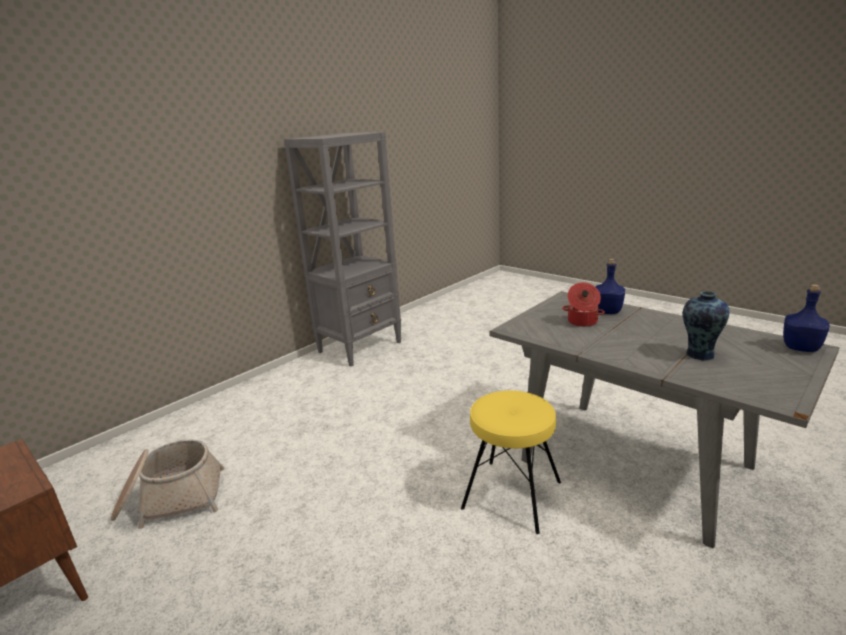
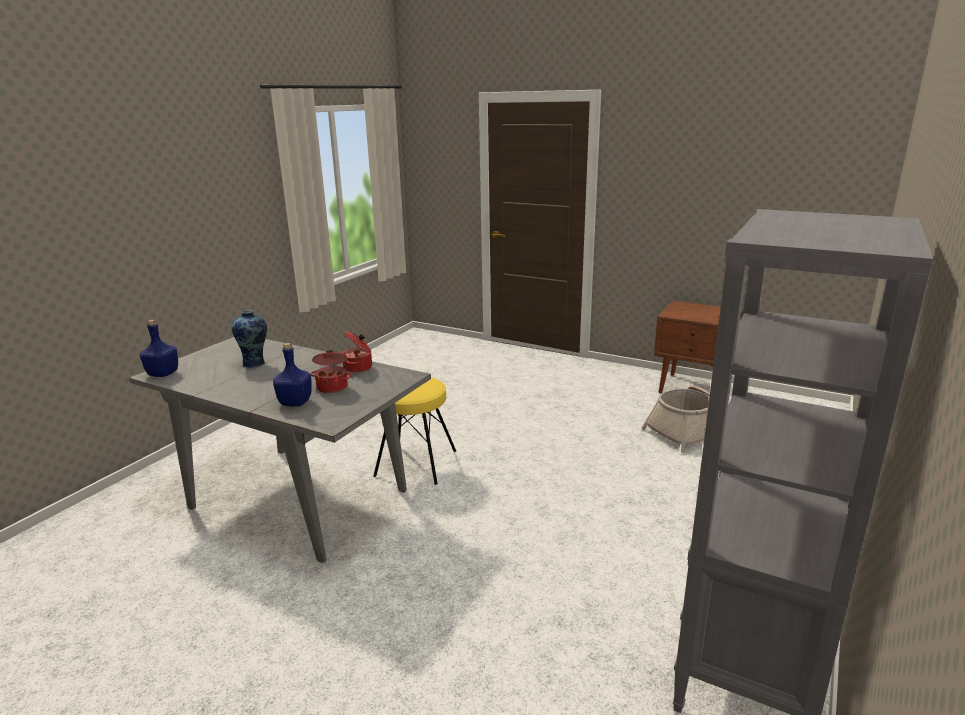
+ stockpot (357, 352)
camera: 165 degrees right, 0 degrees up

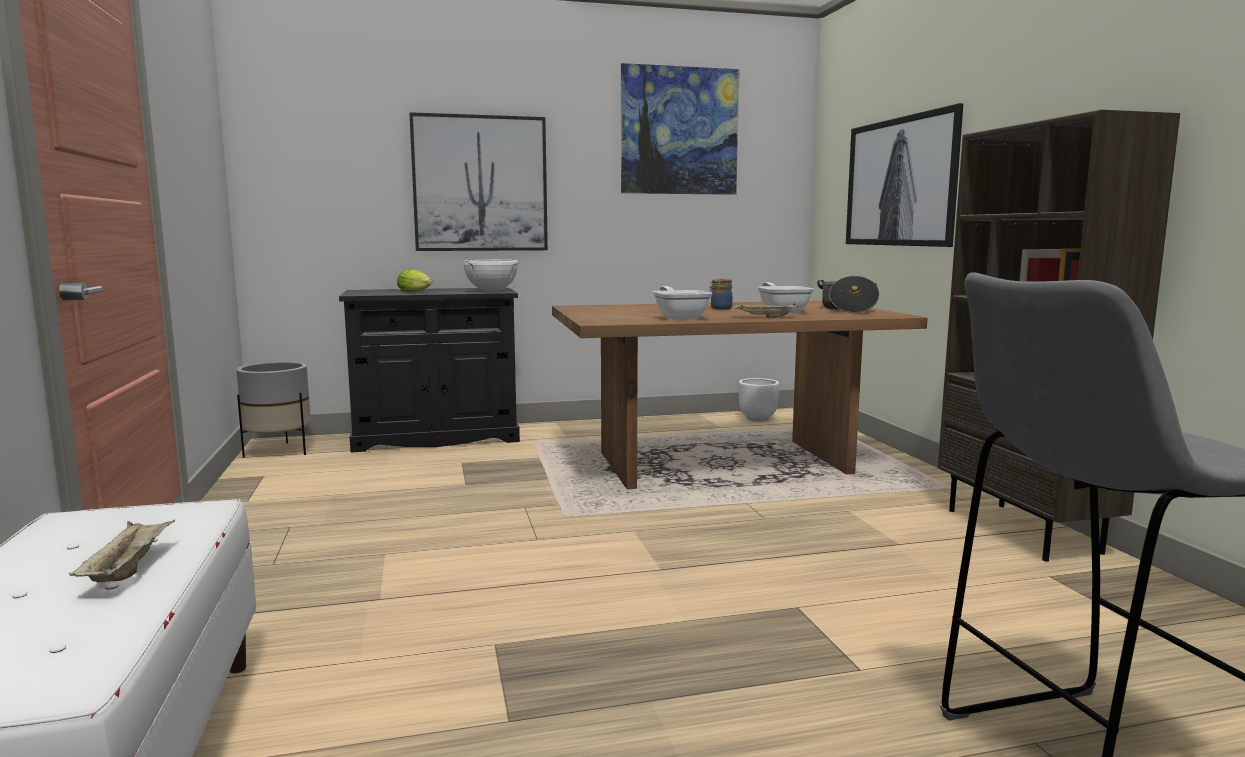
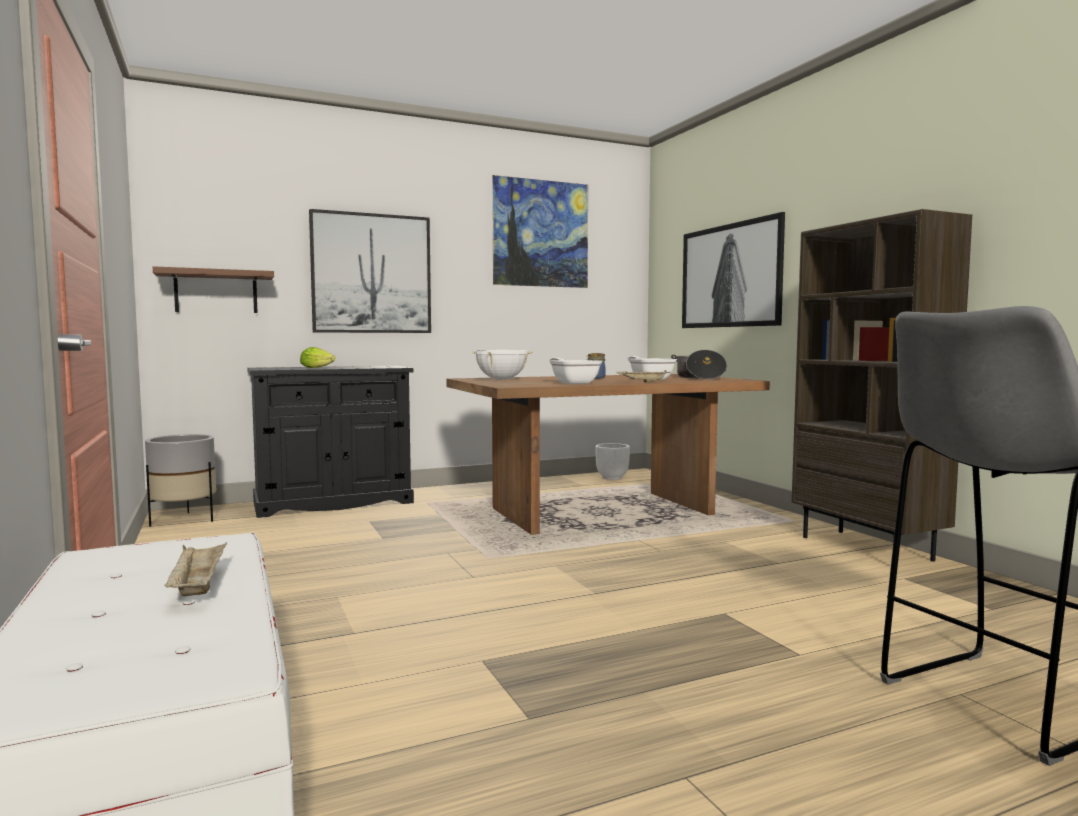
+ brown-coloured wall shelf (213, 289)
~ white stockpot (491, 276) to (502, 365)
camera: 10 degrees left, 5 degrees down

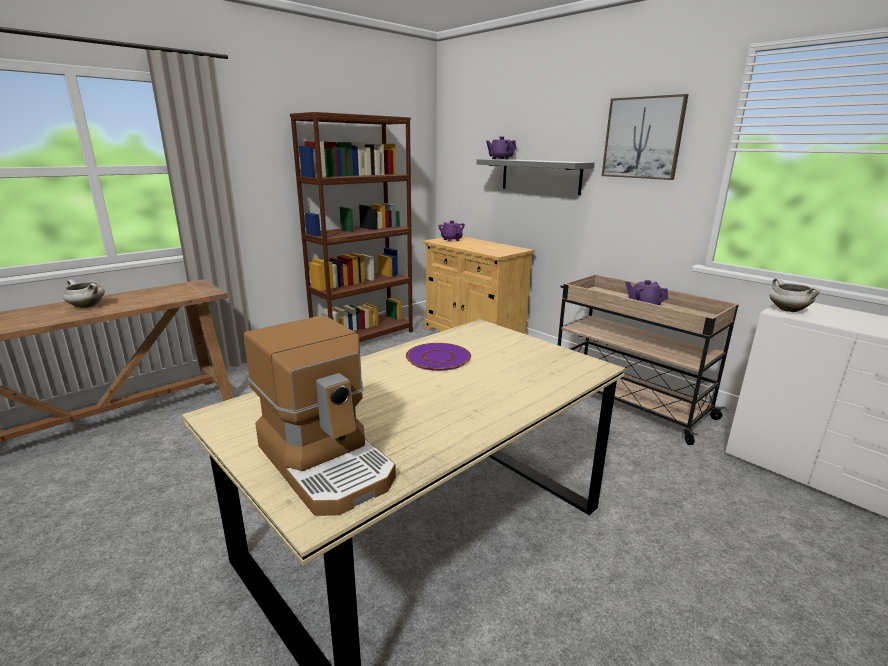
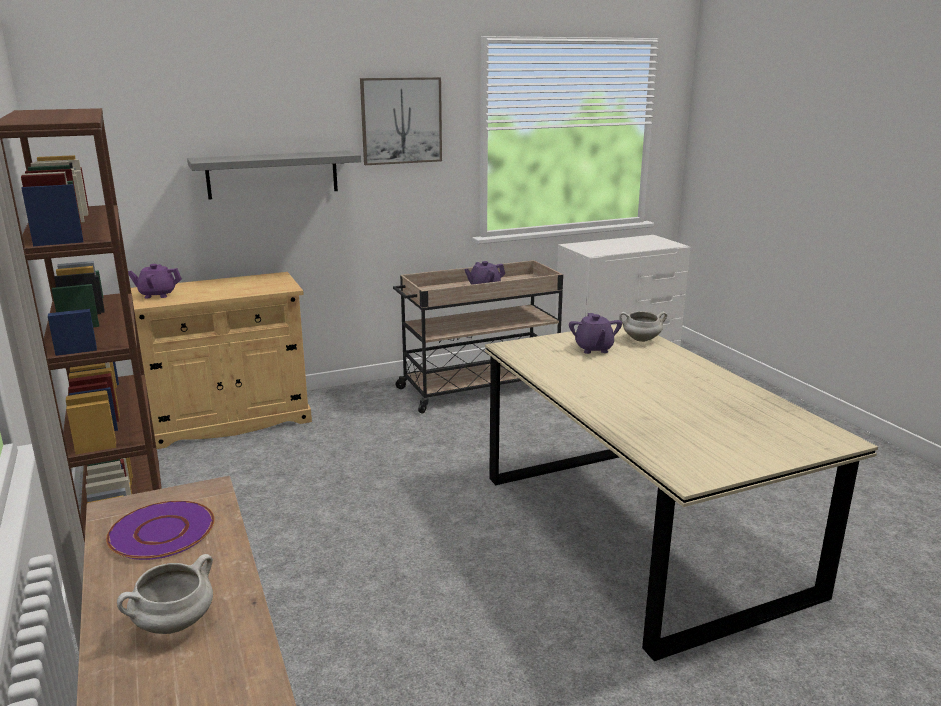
~ purple plate (438, 357) to (160, 530)
~ purple teapot (501, 148) to (595, 333)
~ white stockpot (794, 295) to (643, 326)
- coffee brewer (320, 415)
camera: 70 degrees left, 0 degrees up

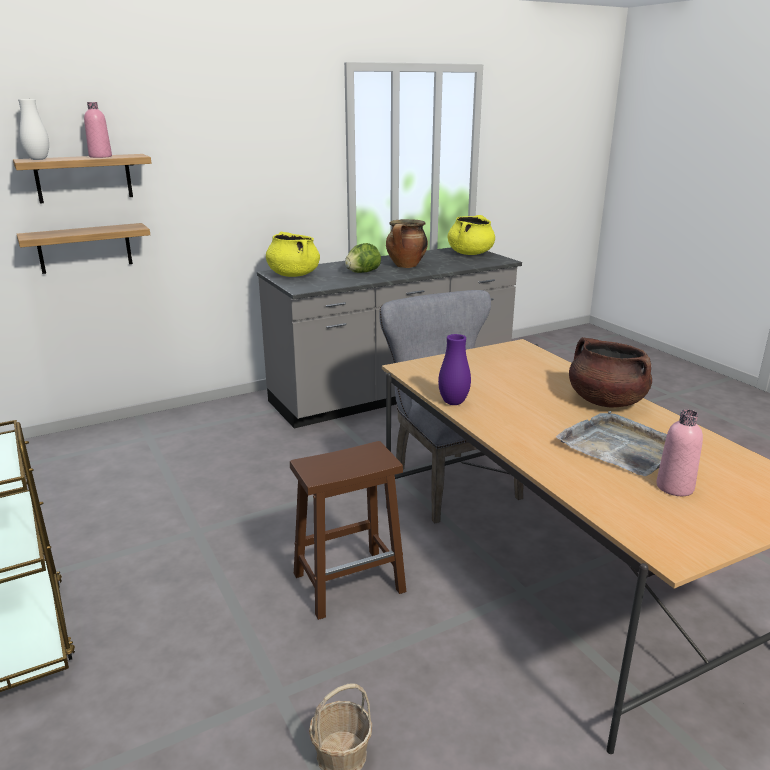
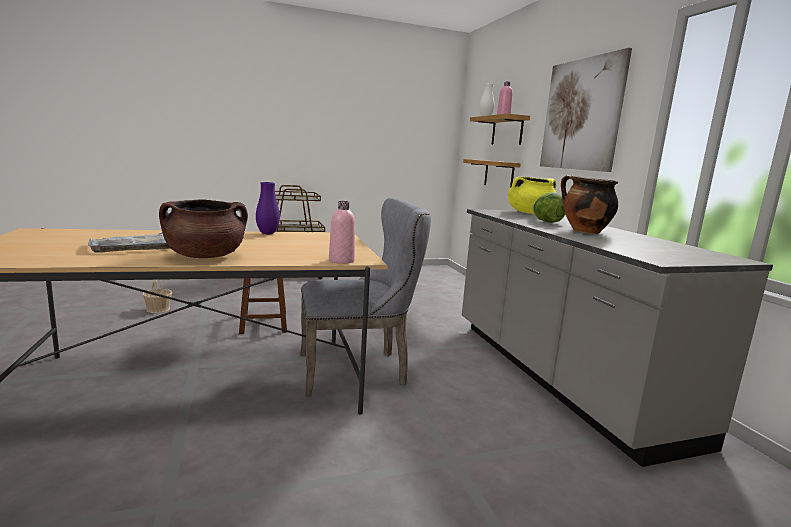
~ pink-coloured drink bottle (679, 452) to (342, 232)
+ picture (586, 110)
- yellowish stockpot (471, 235)
camera: 100 degrees right, 10 degrees down

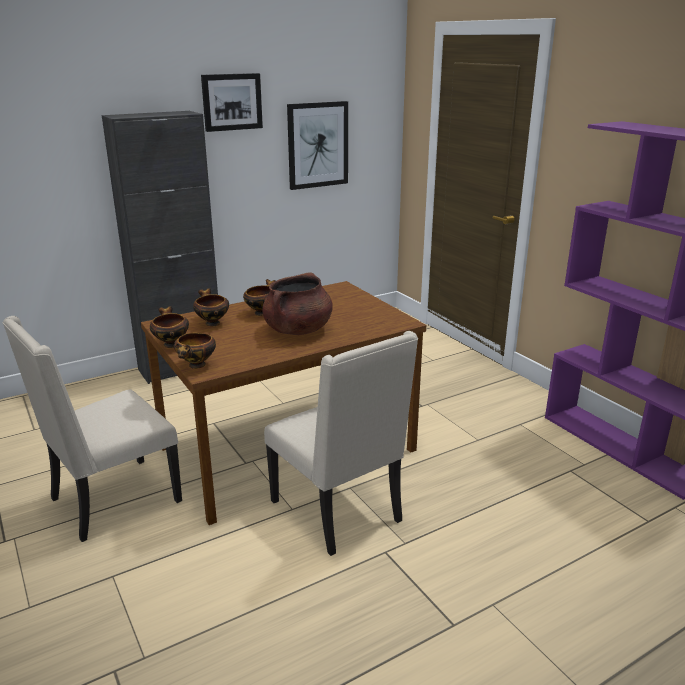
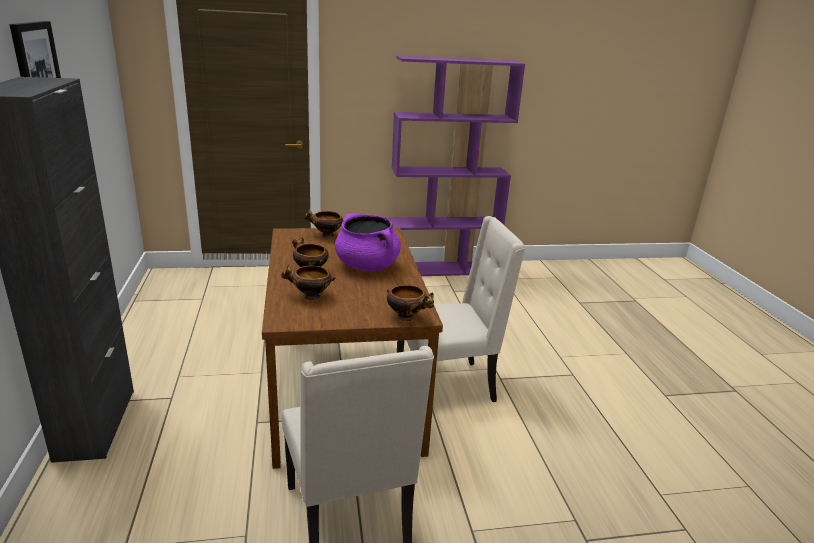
~ deep dish (169, 327) to (323, 223)
~ brown-coloured stockpot (297, 303) to purple stockpot (368, 243)
- picture (317, 145)
camera: 70 degrees left, 0 degrees up

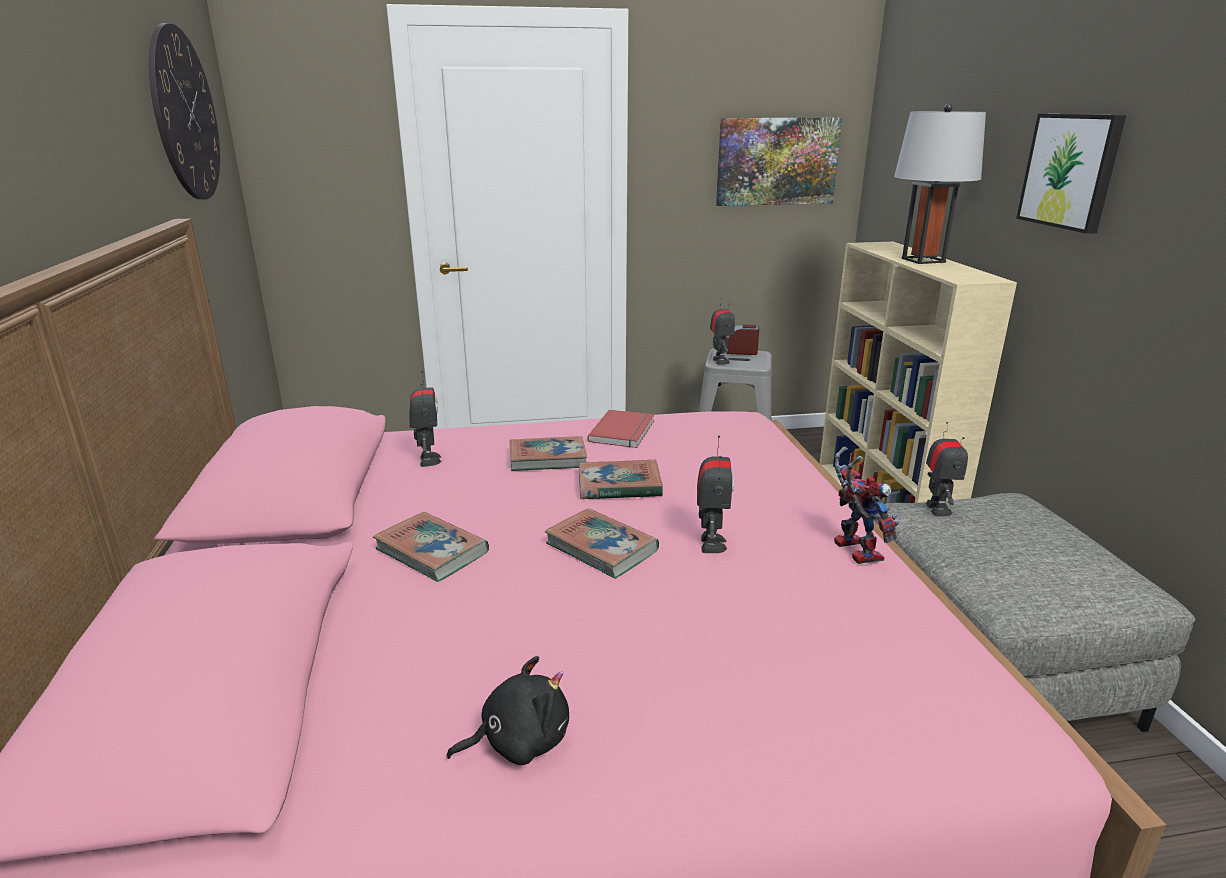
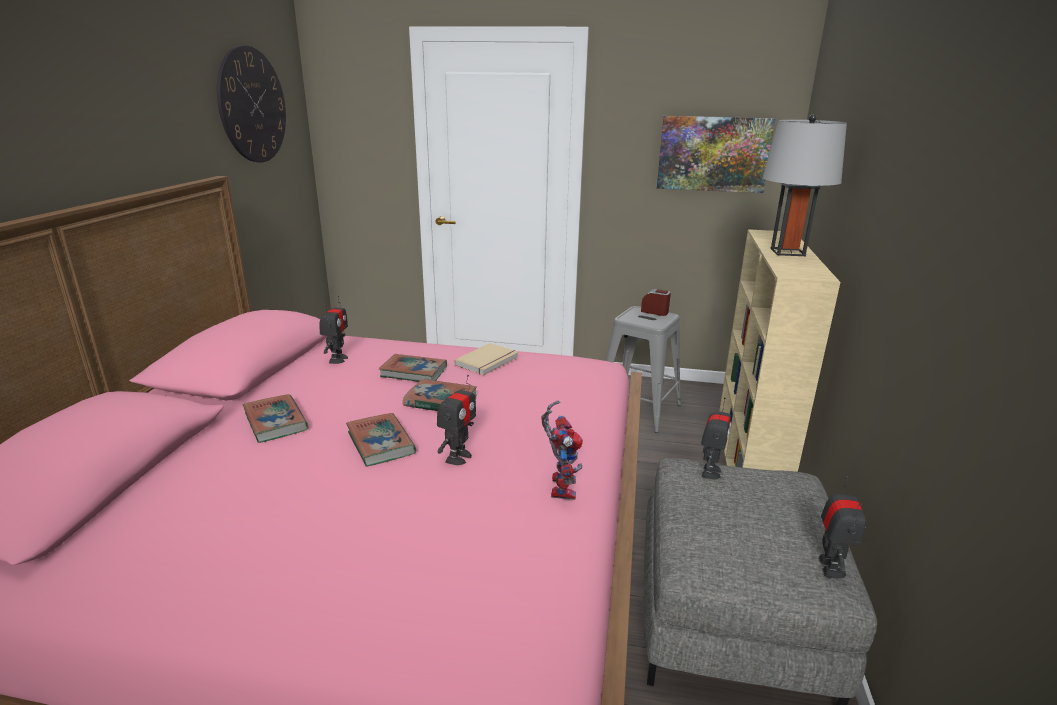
~ reddish book (620, 429) to beige book (486, 359)
~ toy robot (722, 331) to (842, 527)
- black-coloured cuddly toy (507, 710)
- picture (1071, 174)
camera: 20 degrees right, 0 degrees up

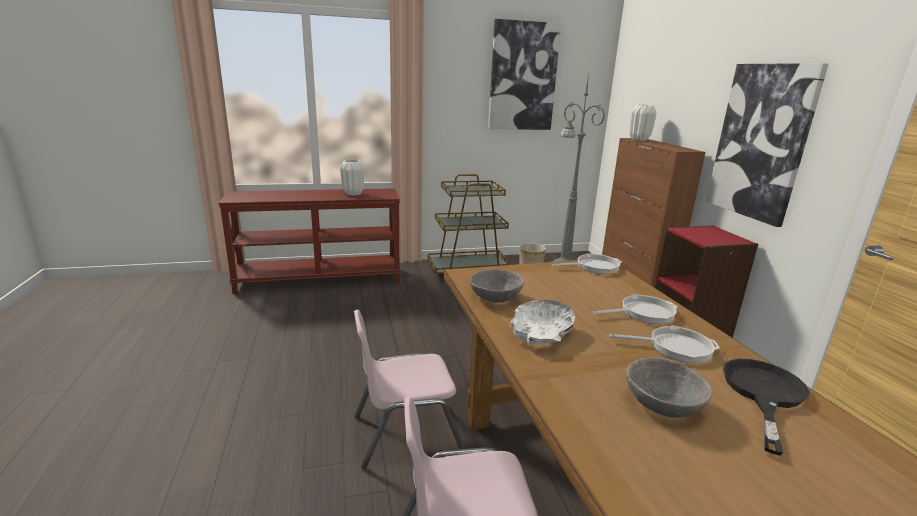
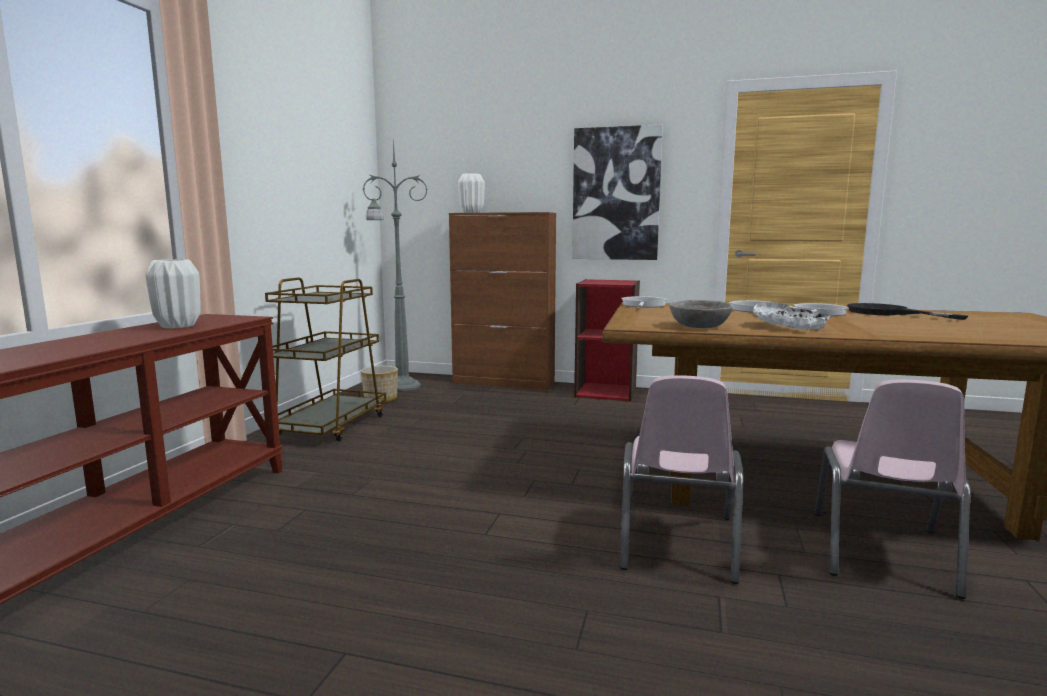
- picture (525, 74)
- gray deep dish (669, 387)
camera: 60 degrees left, 10 degrees down

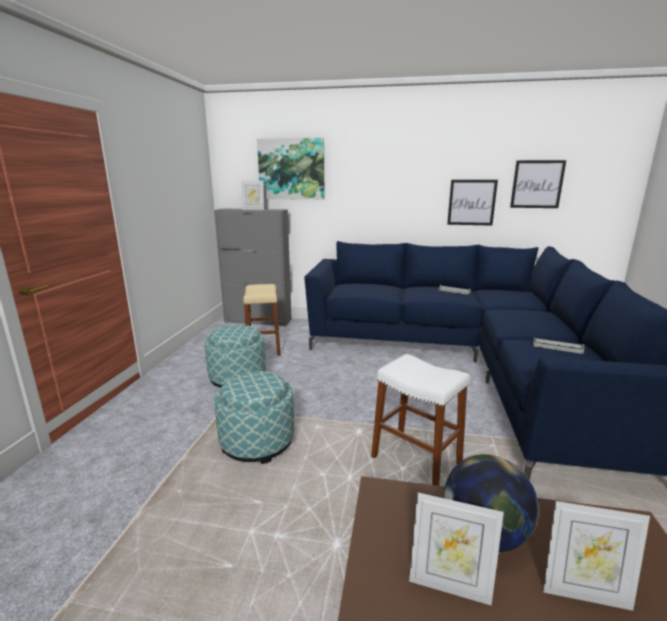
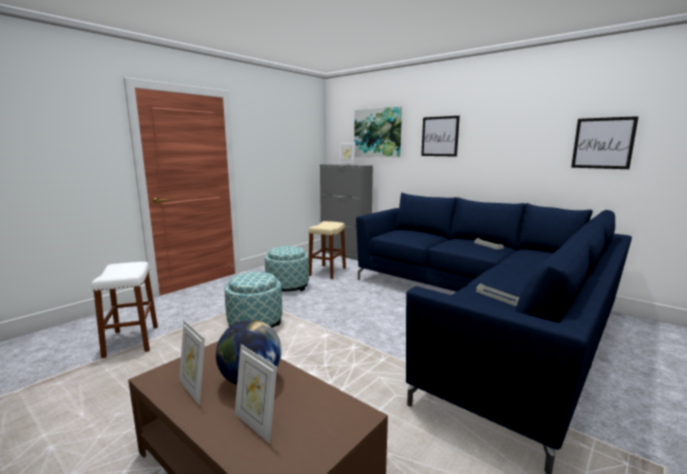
~ white stool (420, 420) to (125, 310)
~ picture (472, 203) to (440, 136)
camera: 30 degrees right, 5 degrees down

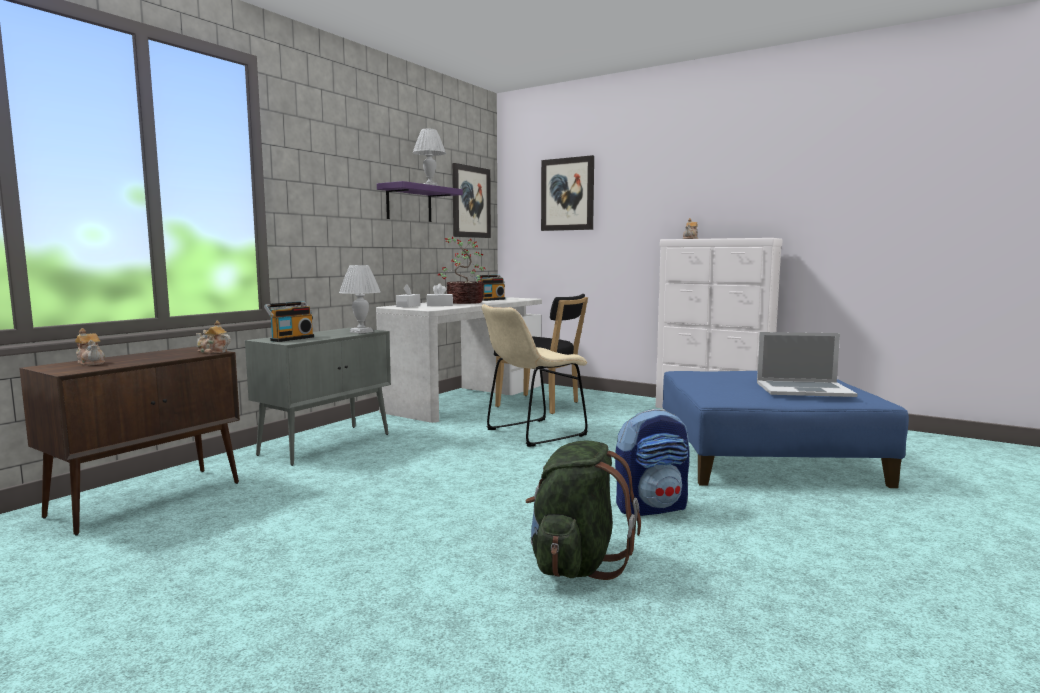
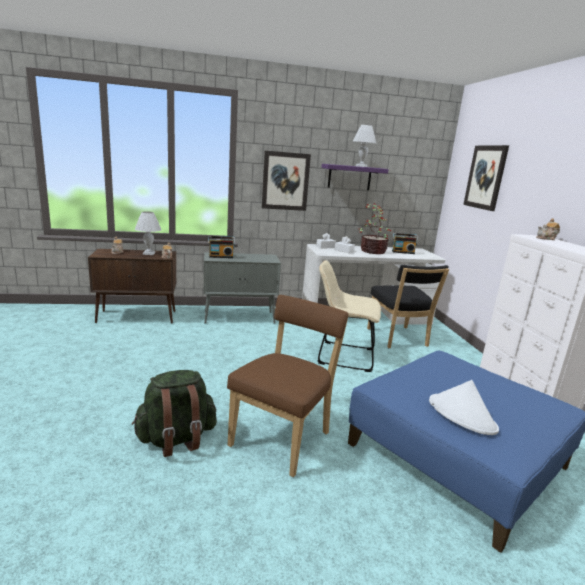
~ white table lamp (360, 299) to (148, 233)
~ rucksack (652, 462) to brown-coloured upright chair (288, 386)
~ picture (471, 200) to (286, 181)
~ laptop (807, 364) to white clothing hat (464, 407)
camera: 45 degrees right, 10 degrees up

